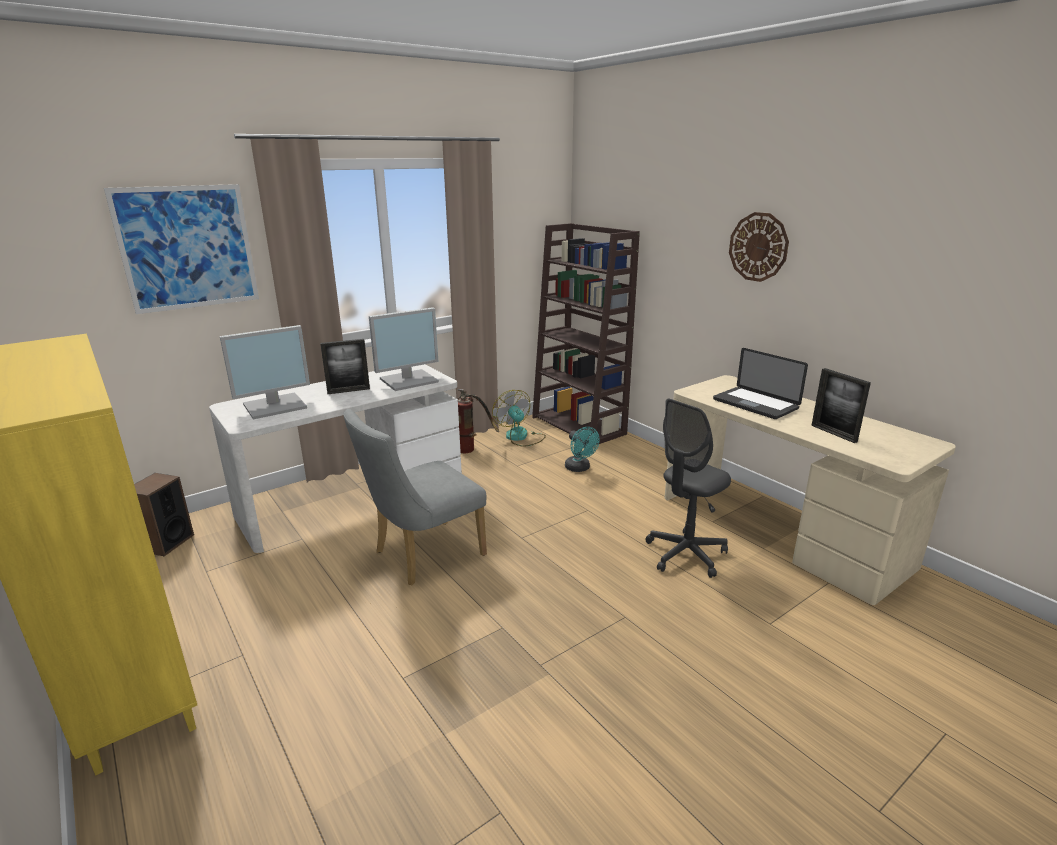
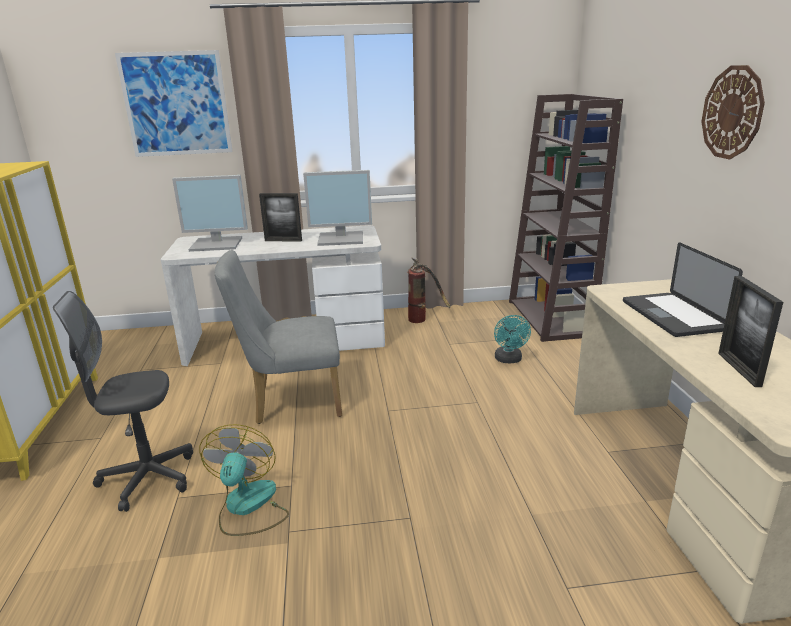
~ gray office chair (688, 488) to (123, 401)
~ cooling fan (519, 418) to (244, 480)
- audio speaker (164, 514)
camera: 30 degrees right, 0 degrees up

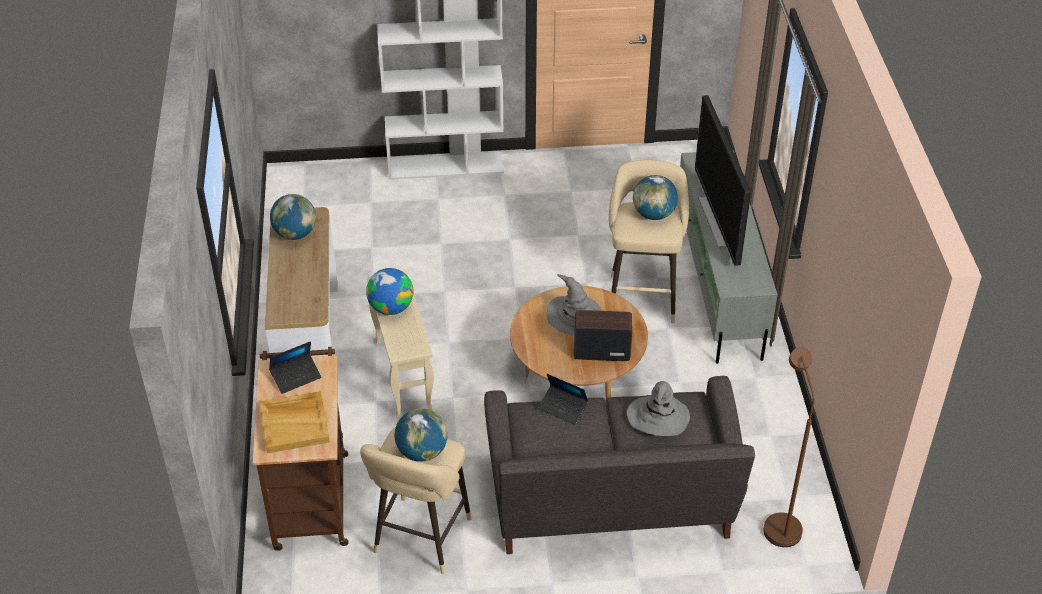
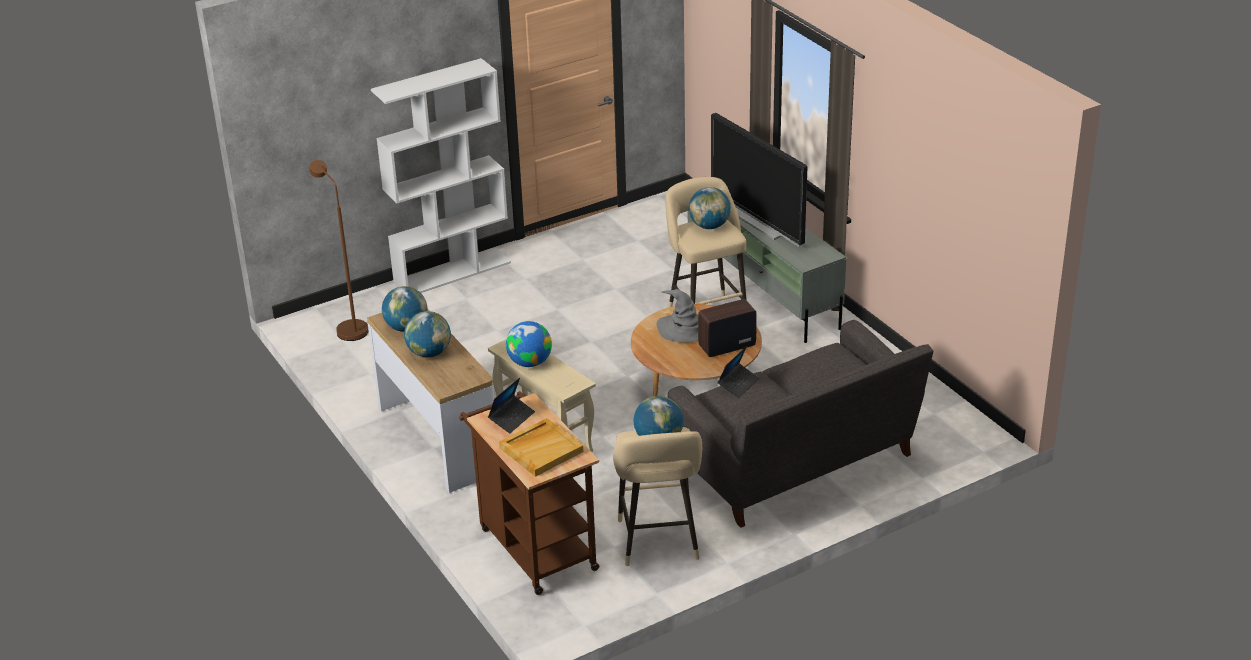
~ brown-coloured standard lamp (789, 447) to (339, 250)
+ desk globe (427, 334)
~ laptop (563, 399) = (738, 372) 60 degrees counterclockwise
- gray clothing hat (658, 408)
camera: 25 degrees left, 10 degrees down

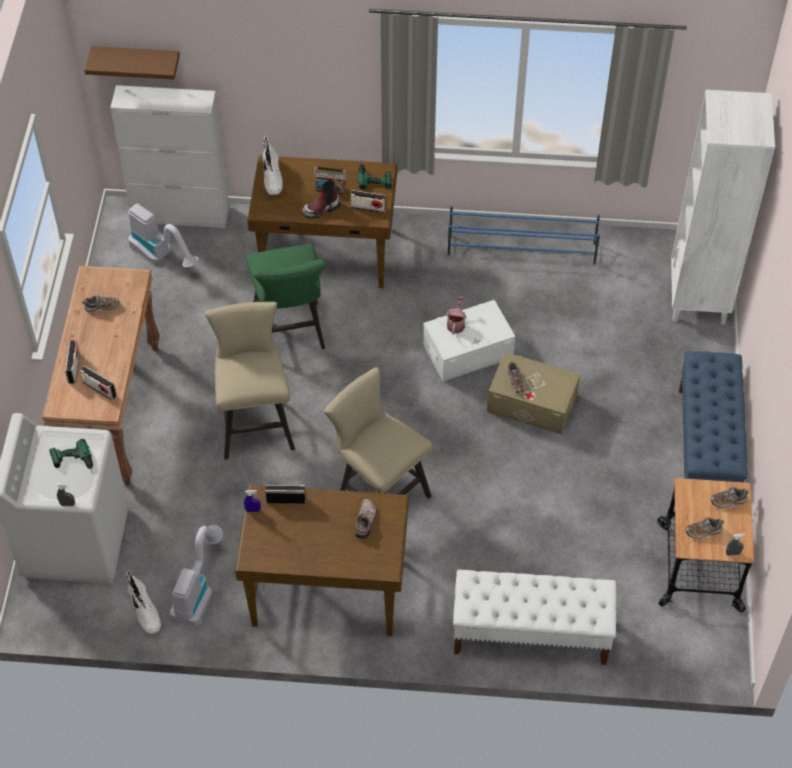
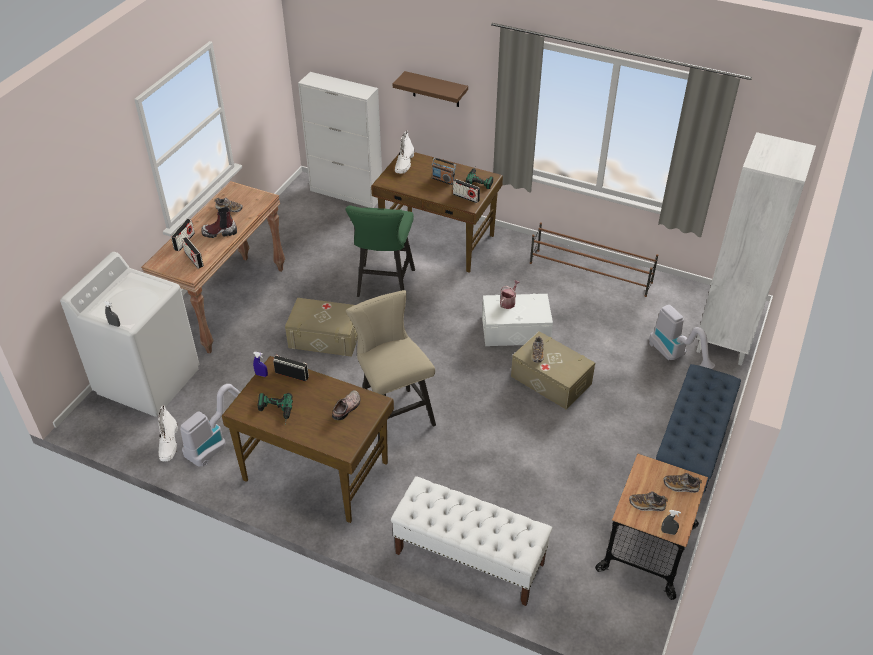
~ boot (321, 198) to (219, 222)
~ electric drill (71, 456) to (275, 409)
~ beige stool (249, 381) to beige storage bin (321, 327)
~ brown-coloured wall shelf (132, 63) to (430, 89)
~ bluish shoe stand (523, 235) to brown-coloured shoe stand (594, 259)
~ hoover (163, 236) to (682, 337)
camera: 20 degrees right, 10 degrees down

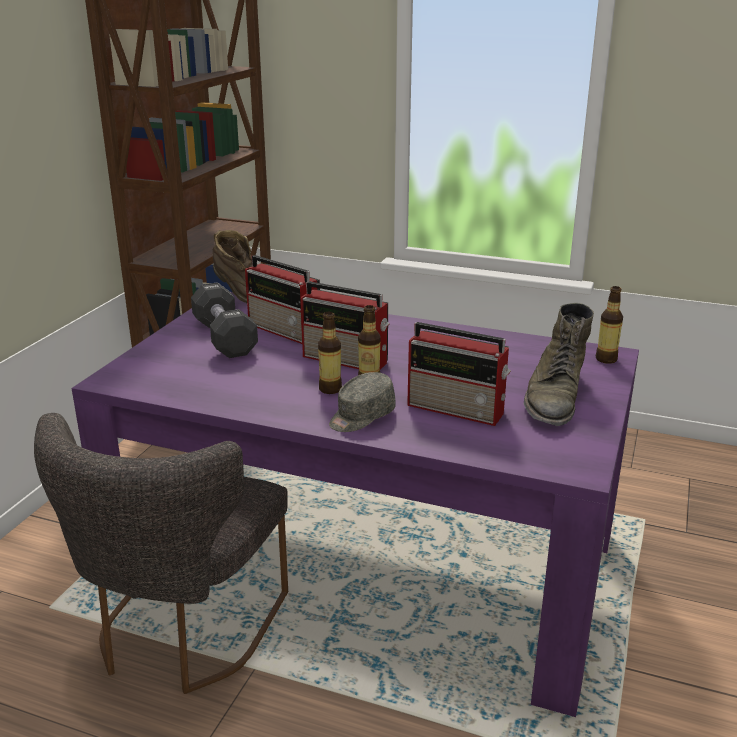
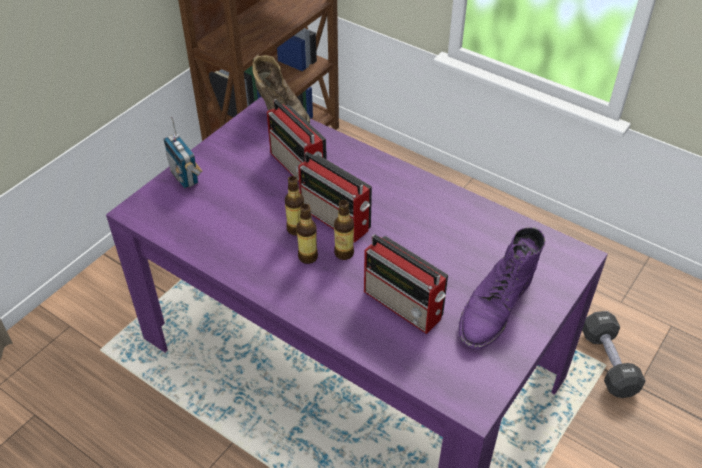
+ radio receiver (182, 152)
~ drink bottle (609, 325) to (294, 206)
~ green-coloured boot (559, 364) to purple boot (501, 288)
~ black-coloured hand weight (224, 320) to (614, 354)
- gray upright chair (161, 553)
- gray cap (362, 402)
camera: 15 degrees right, 20 degrees up

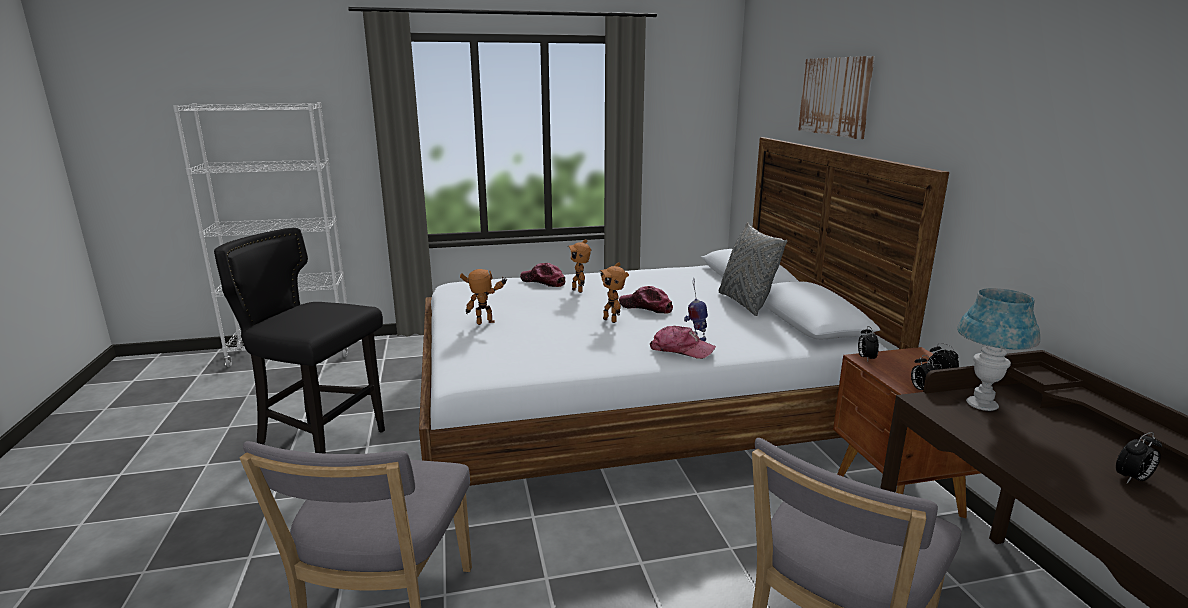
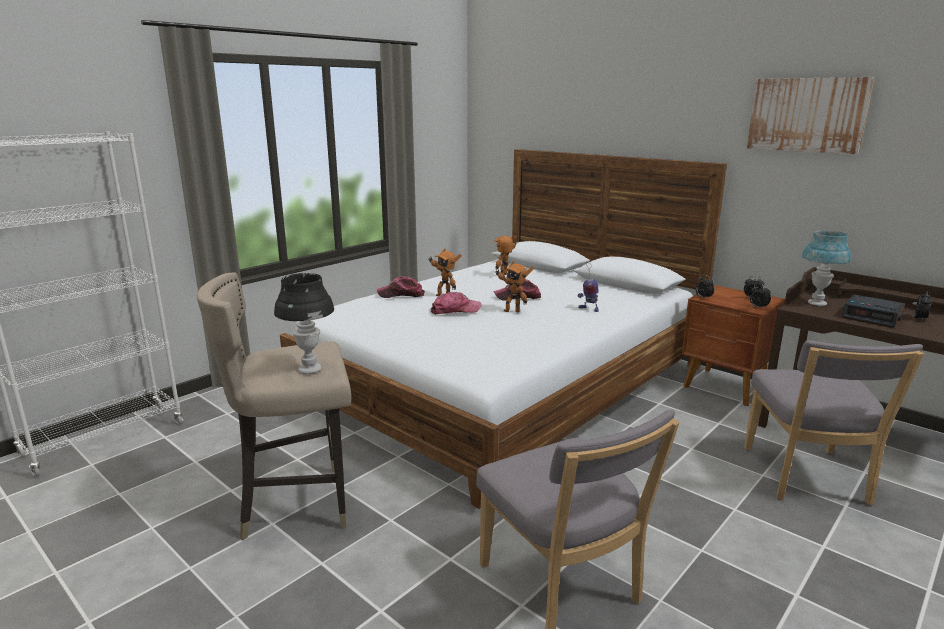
~ black-coloured stool (299, 341) to beige stool (273, 406)
+ black-coloured table lamp (304, 323)
~ cap (683, 342) to (455, 303)
~ toy robot (484, 297) to (505, 255)
~ picture (836, 97) to (810, 115)
+ bedside clock (873, 311)
- gray throw pillow (753, 269)
camera: 35 degrees left, 0 degrees up

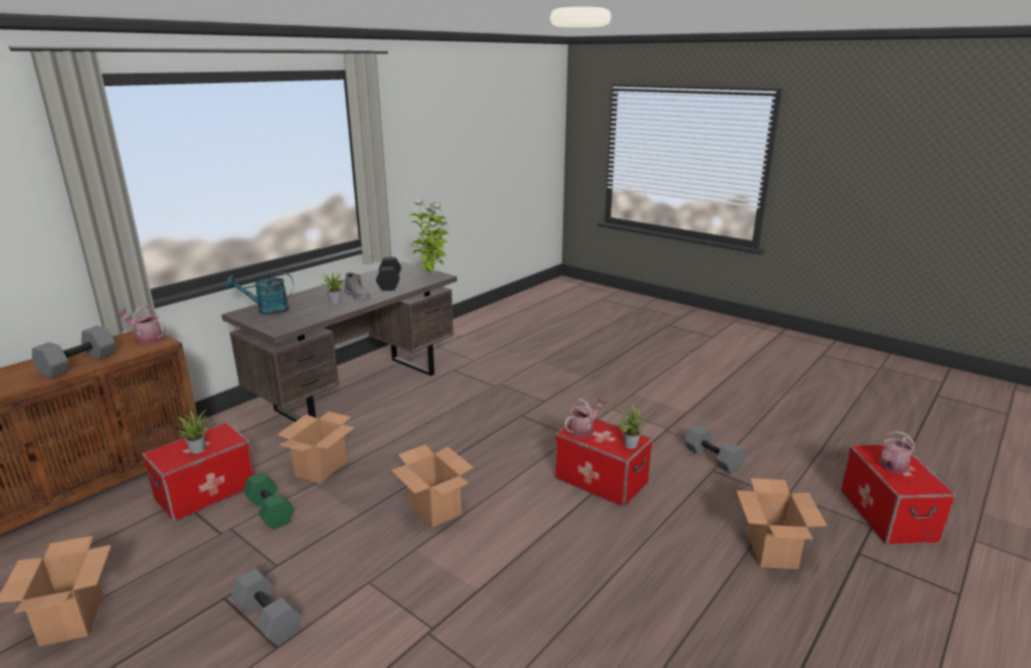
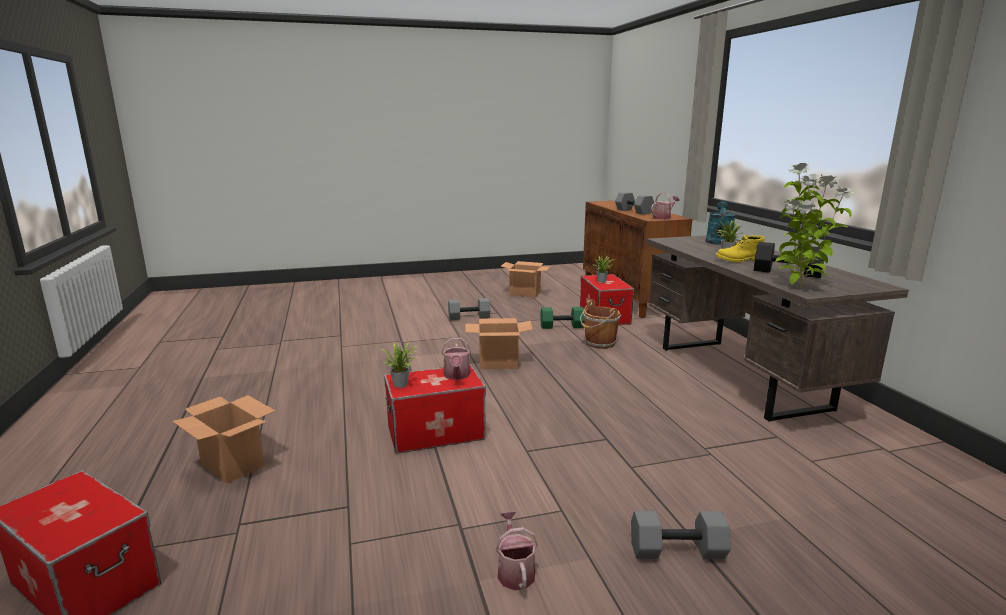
~ watering can (897, 452) to (516, 550)
~ carton (316, 447) to brown-coloured pail (600, 324)
~ gray hand weight (715, 449) to (681, 535)
~ gray boot (358, 285) to yellowish boot (740, 248)
camera: 125 degrees right, 5 degrees down

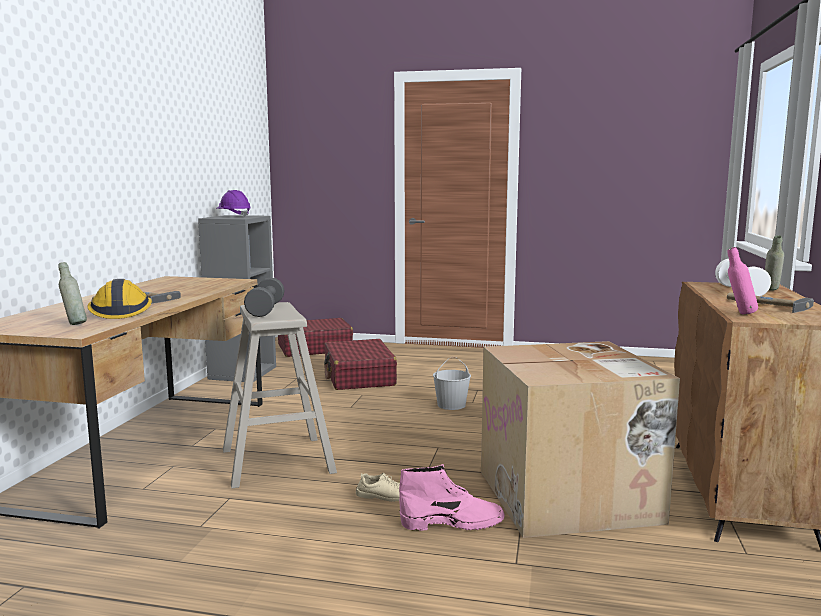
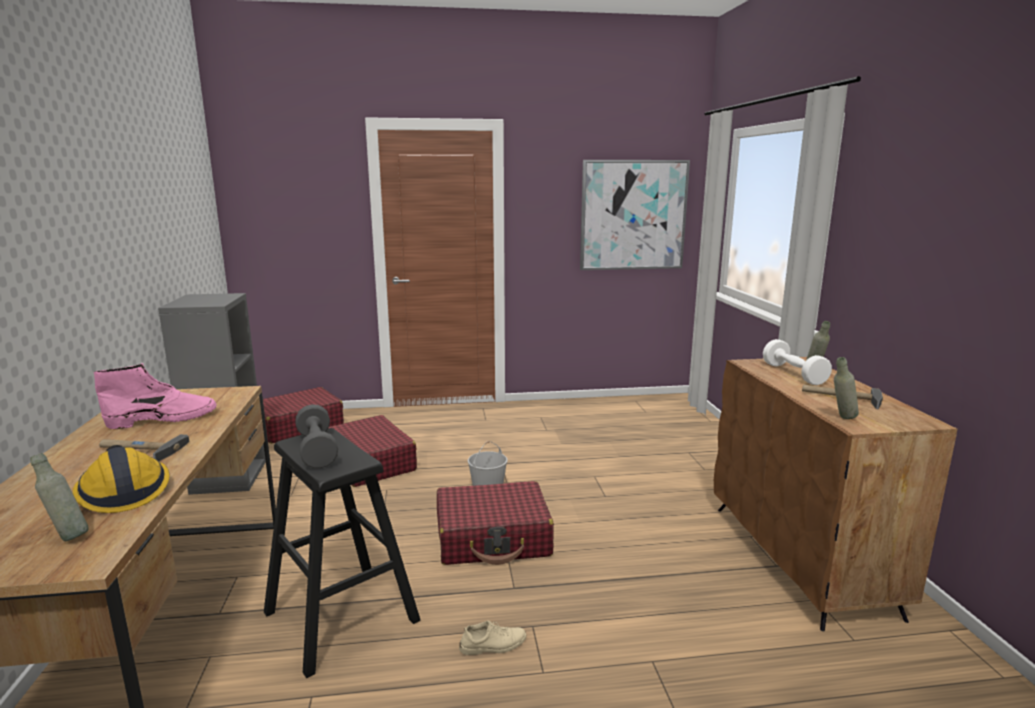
~ pink-coloured boot (452, 497) to (155, 396)
~ beige stool (280, 395) to black-coloured stool (342, 553)
+ reddish travel case (495, 523)
+ picture (635, 215)
~ pink-coloured drink bottle (743, 281) to gray drink bottle (846, 388)
- purple safety helmet (234, 203)
- carton (580, 439)
camera: 20 degrees left, 5 degrees up

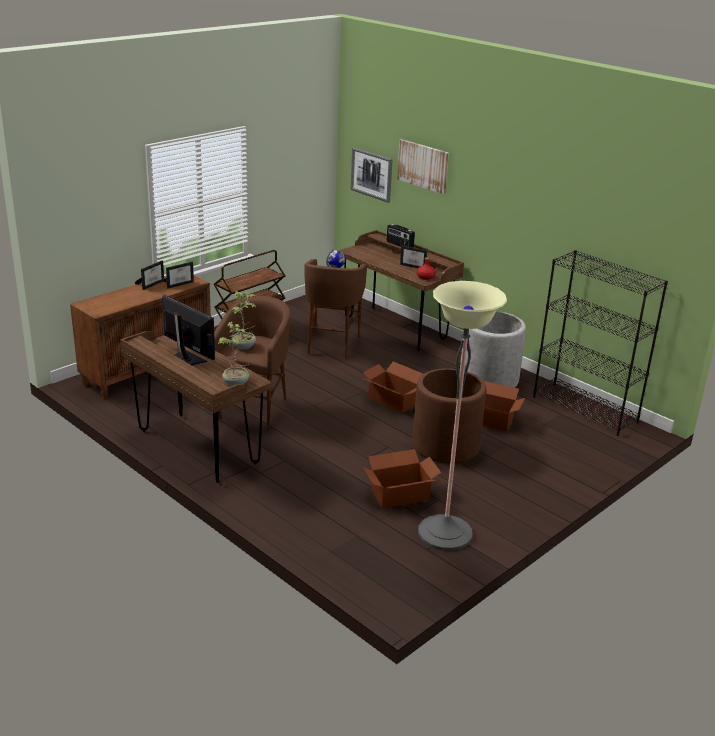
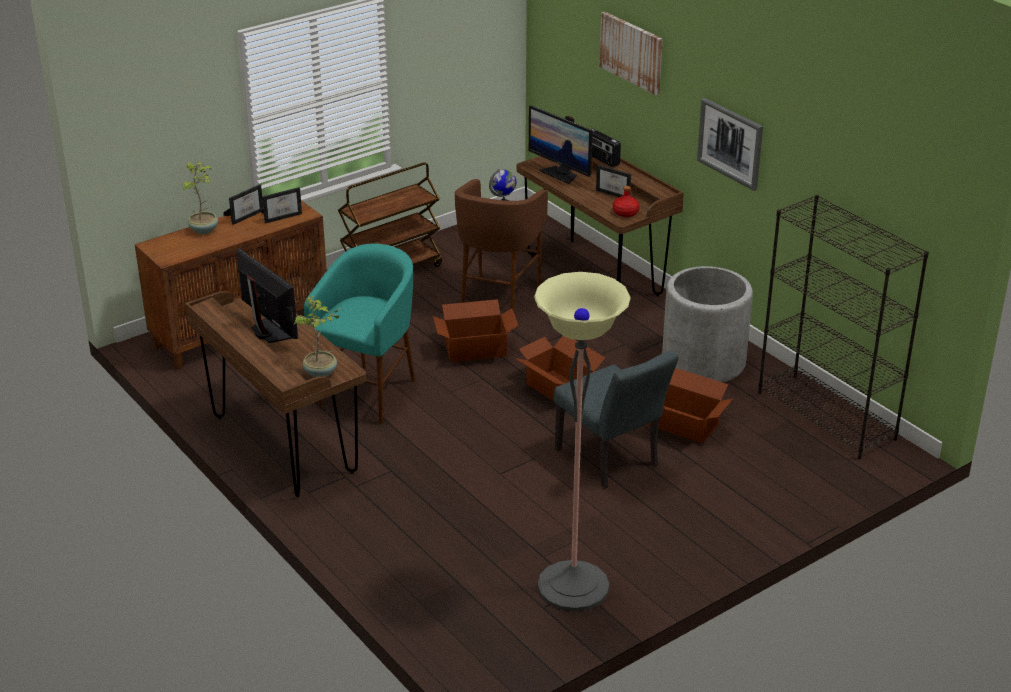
~ potted plant (244, 320) to (199, 198)
~ brown-coloured stool (252, 362) to blue-green stool (359, 333)
~ carton (402, 478) to (476, 330)
+ computer display (561, 144)
~ brown-coloured flower pot (449, 416) to gray upright chair (616, 419)
~ picture (372, 175) to (730, 144)
camera: 10 degrees right, 5 degrees up

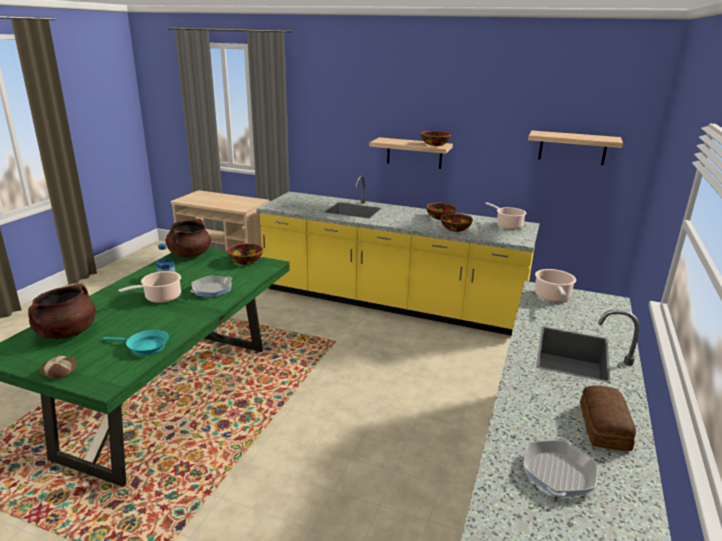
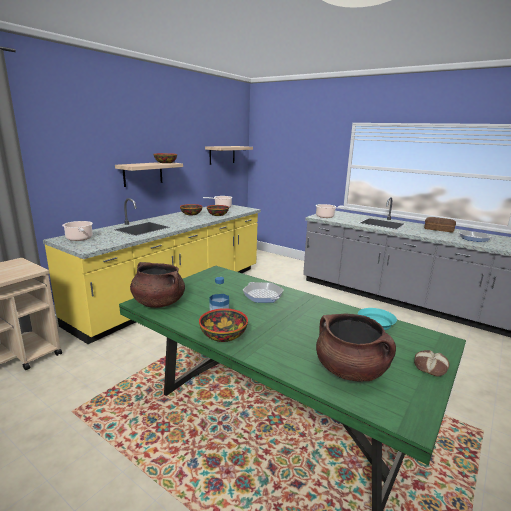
~ stockpot (149, 287) to (77, 231)
~ deep dish (245, 254) to (223, 325)
camera: 75 degrees left, 5 degrees down

